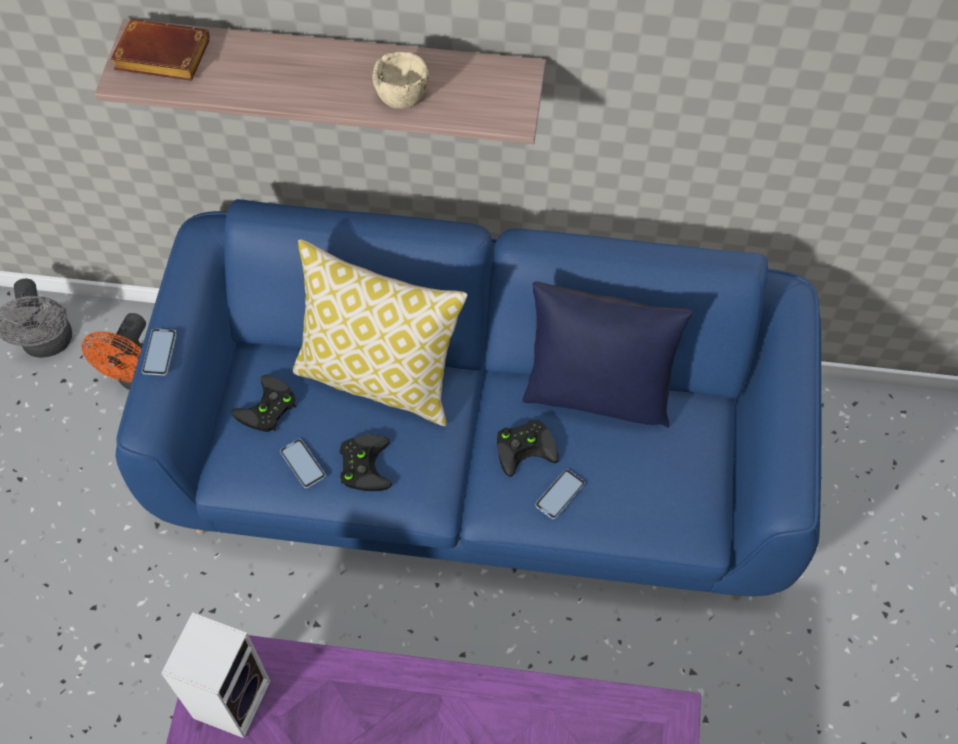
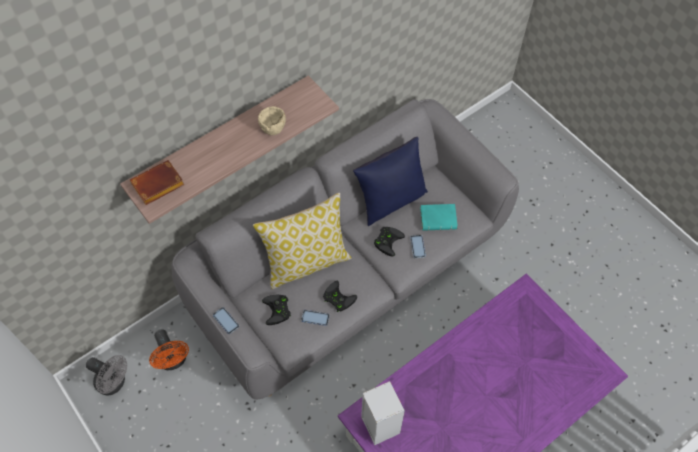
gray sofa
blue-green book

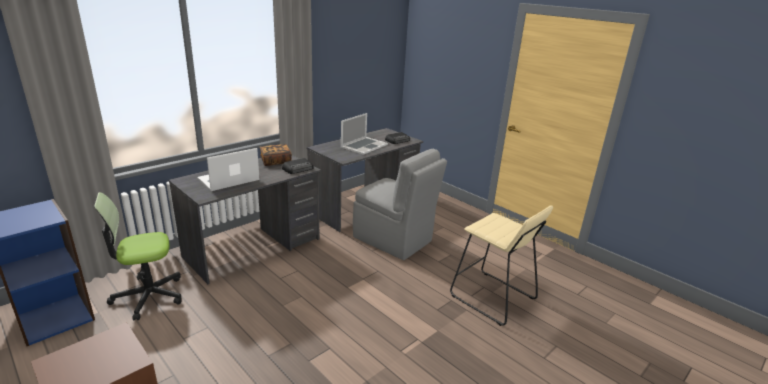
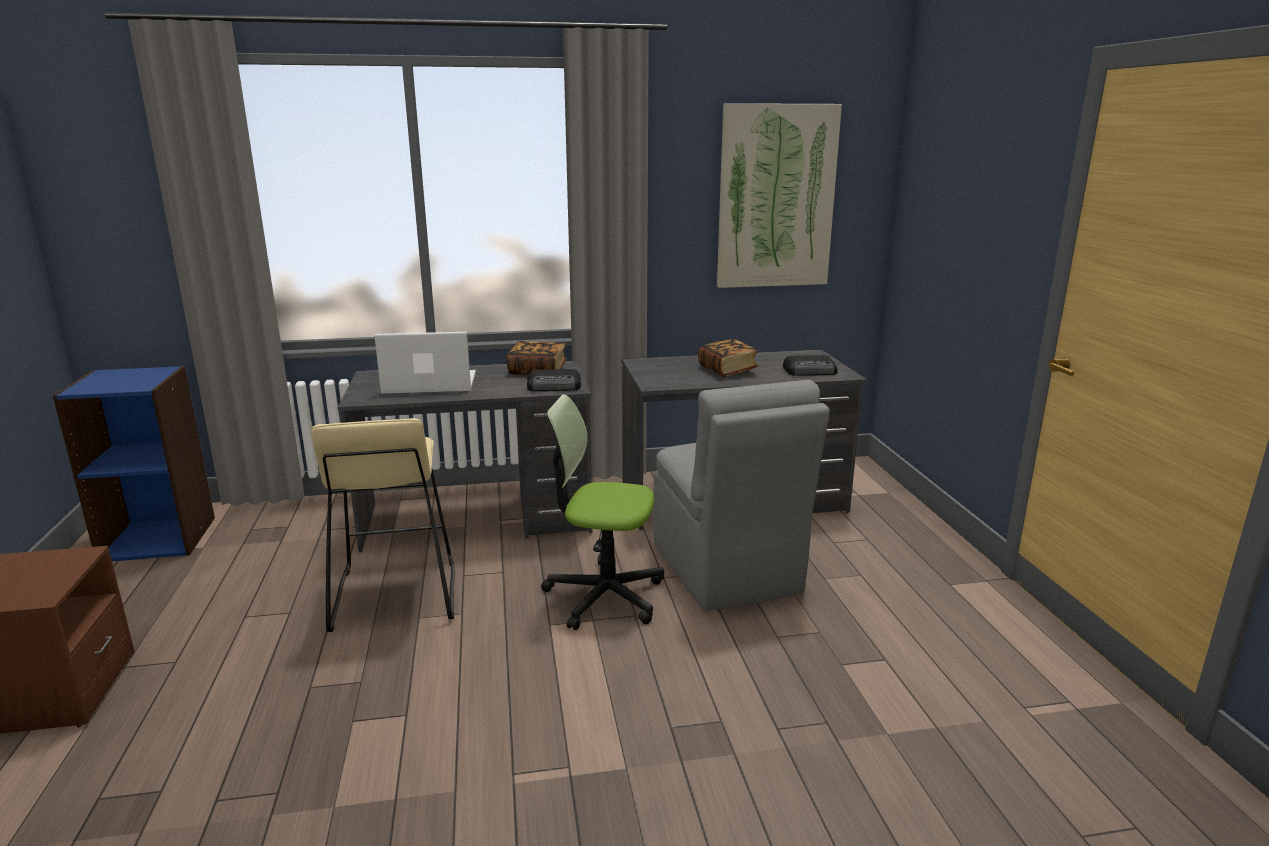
computer chair
book (2nd from left)
sand-coloured stool seat
wall art

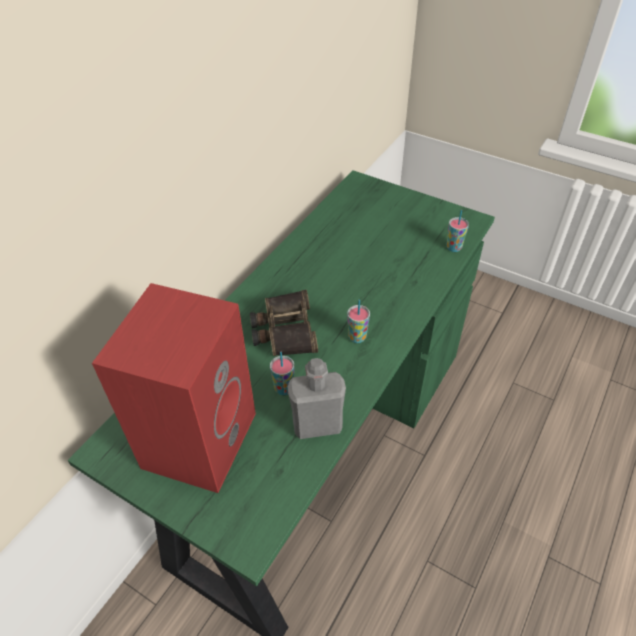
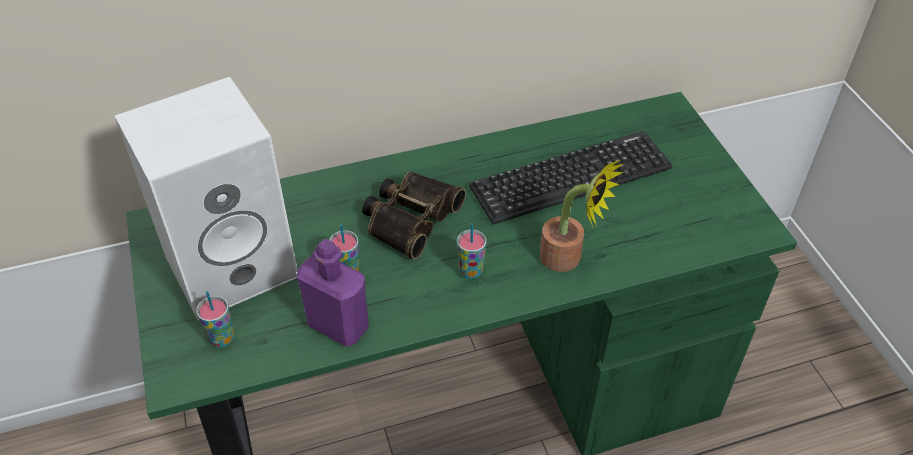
white loudspeaker
purple beverage bottle
cup (1st from left)
PC keyboard
plant in a pot

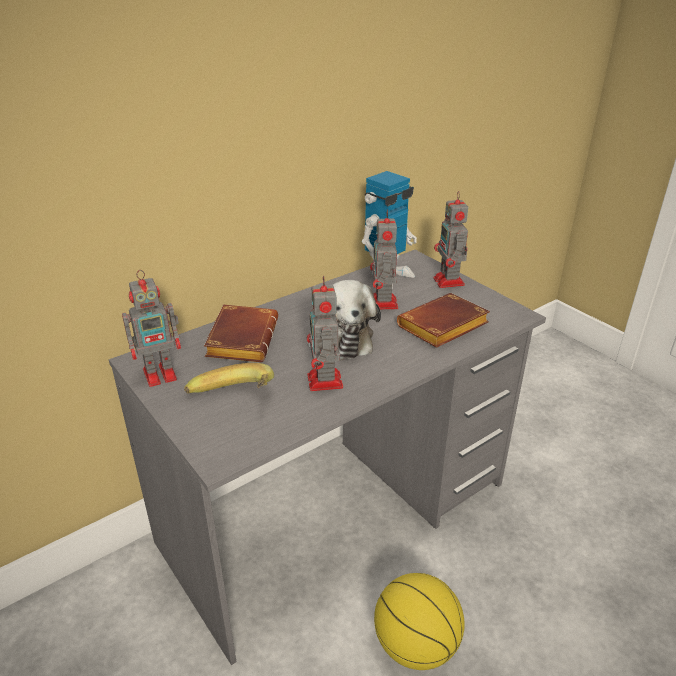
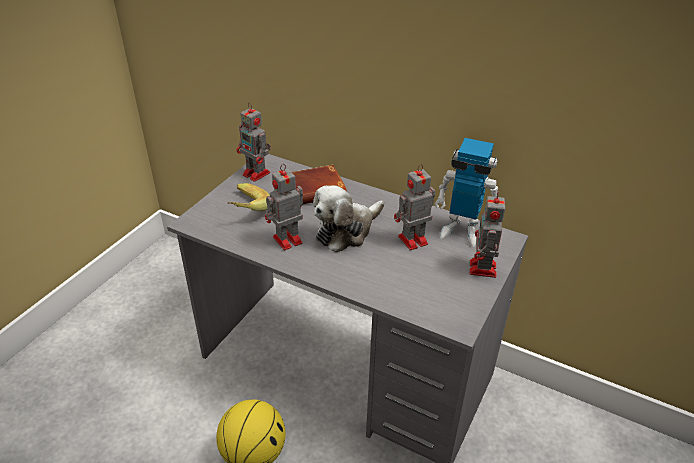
brownish book (2nd from left in the first image)
model robot (5th from left)

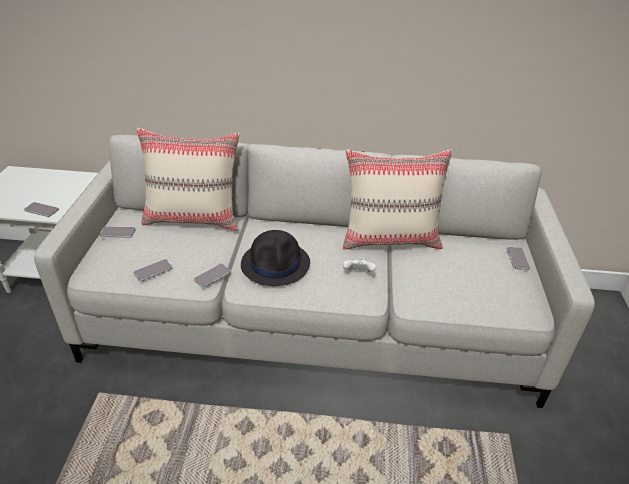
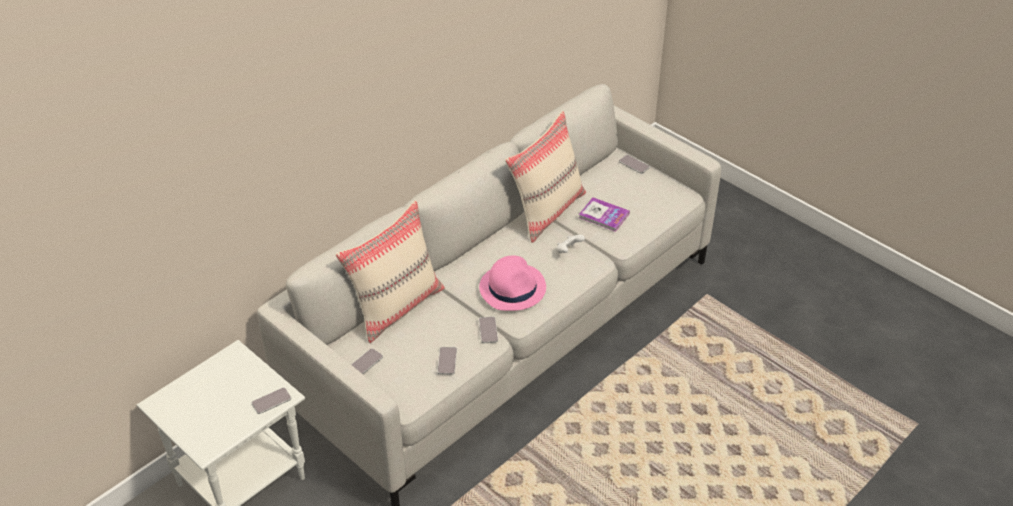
pink wearable hat
book

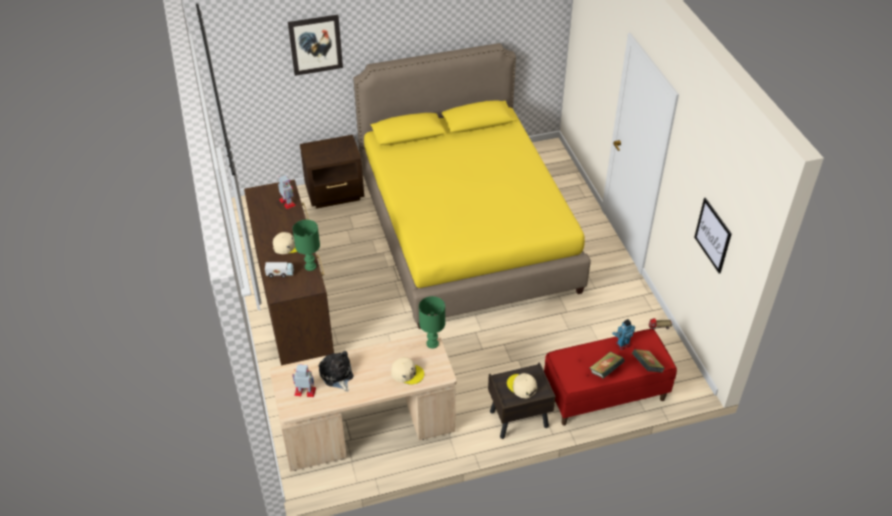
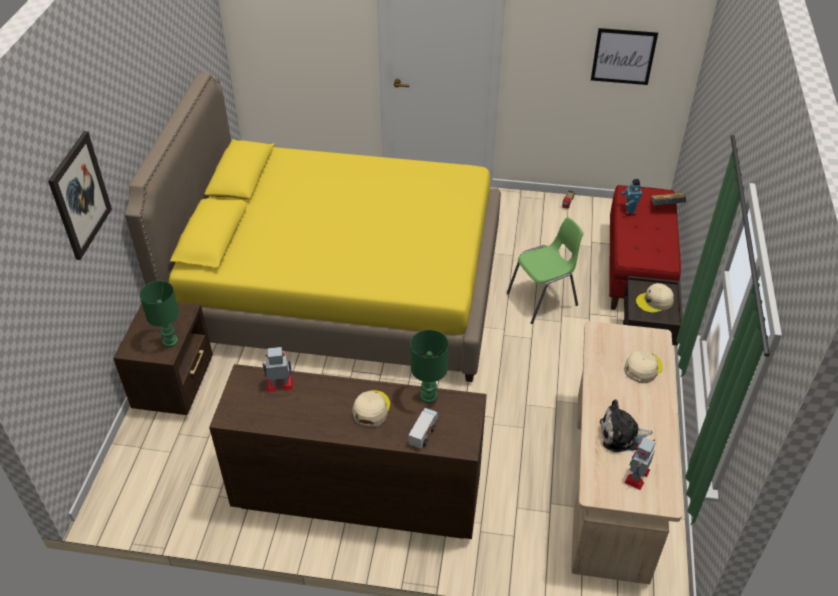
greenish lamp for a table (1st from left)
book (1st from left in the first image)
greenish plain chair

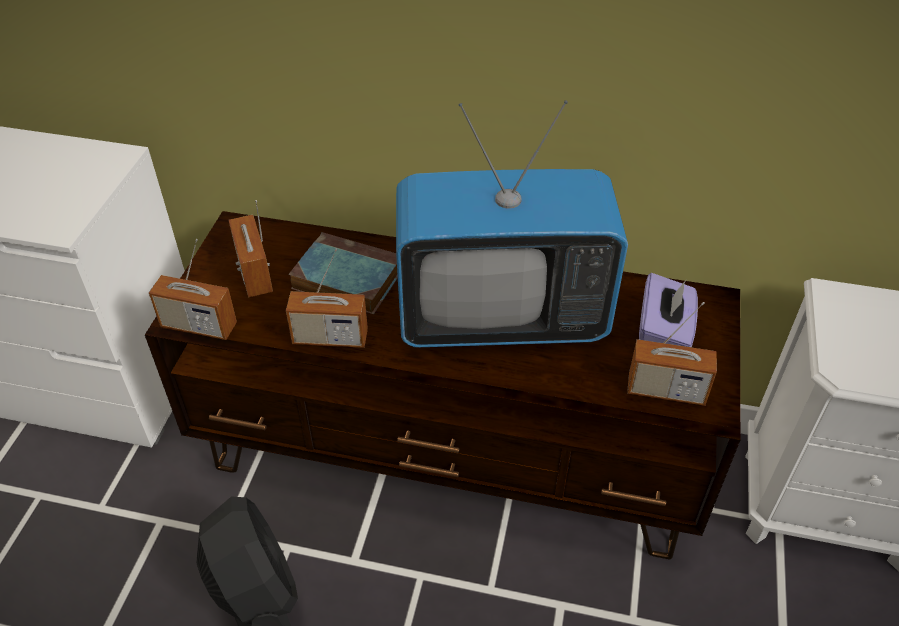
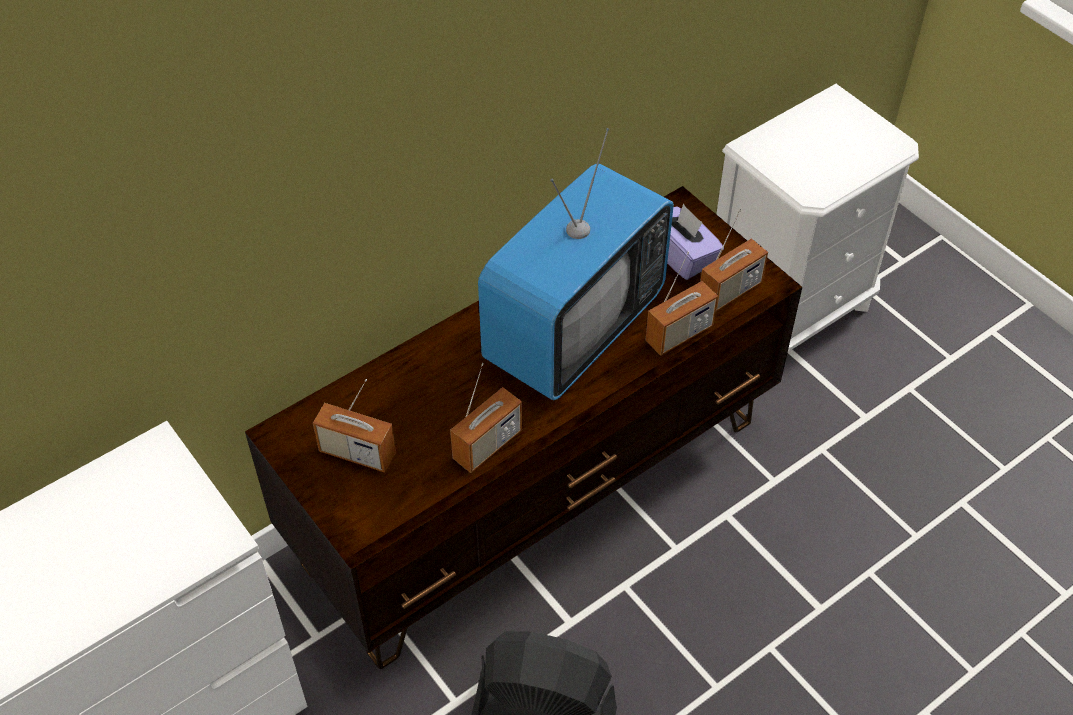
radio receiver (3rd from left)
book

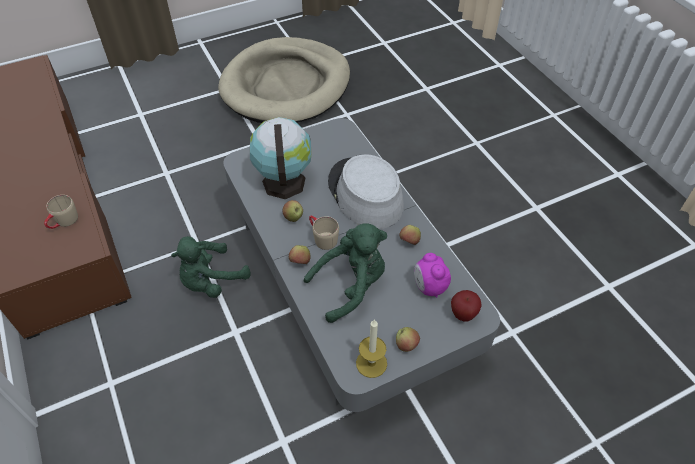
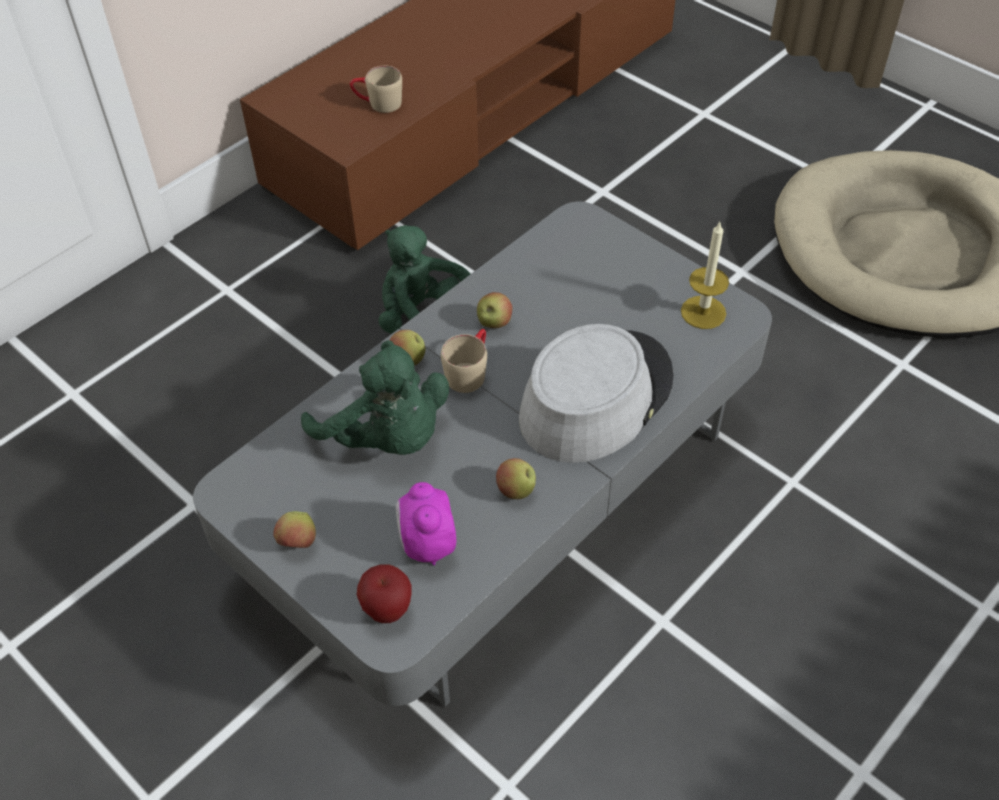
world globe
wax light
bedside clock

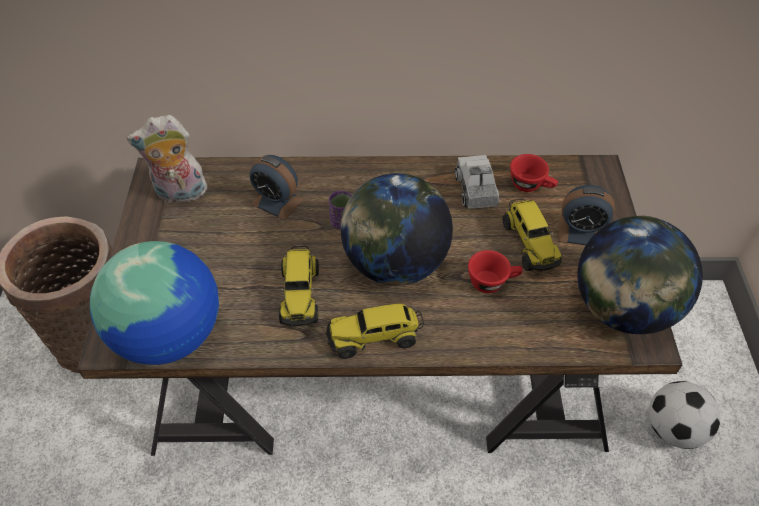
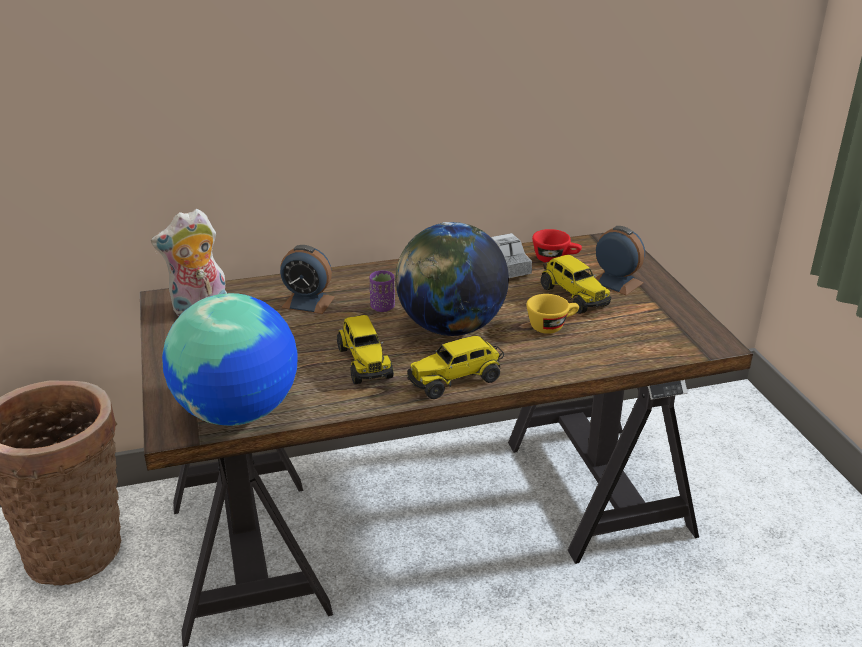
yellow-coloured cup
bedside clock (2nd from left)
world globe (3rd from left in the first image)
ball for football

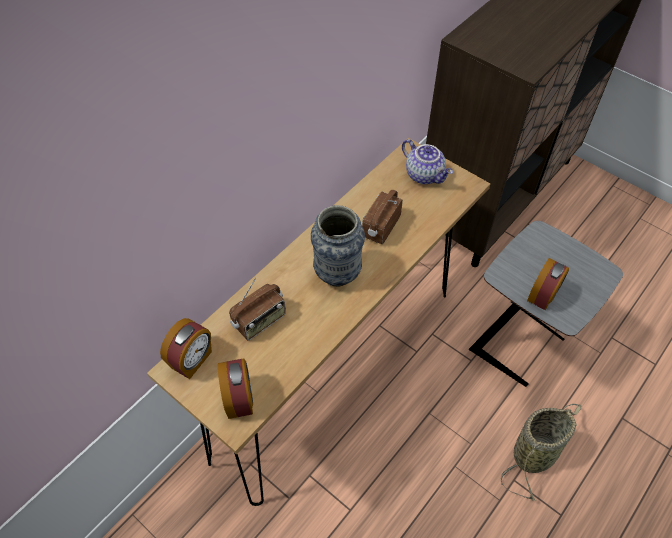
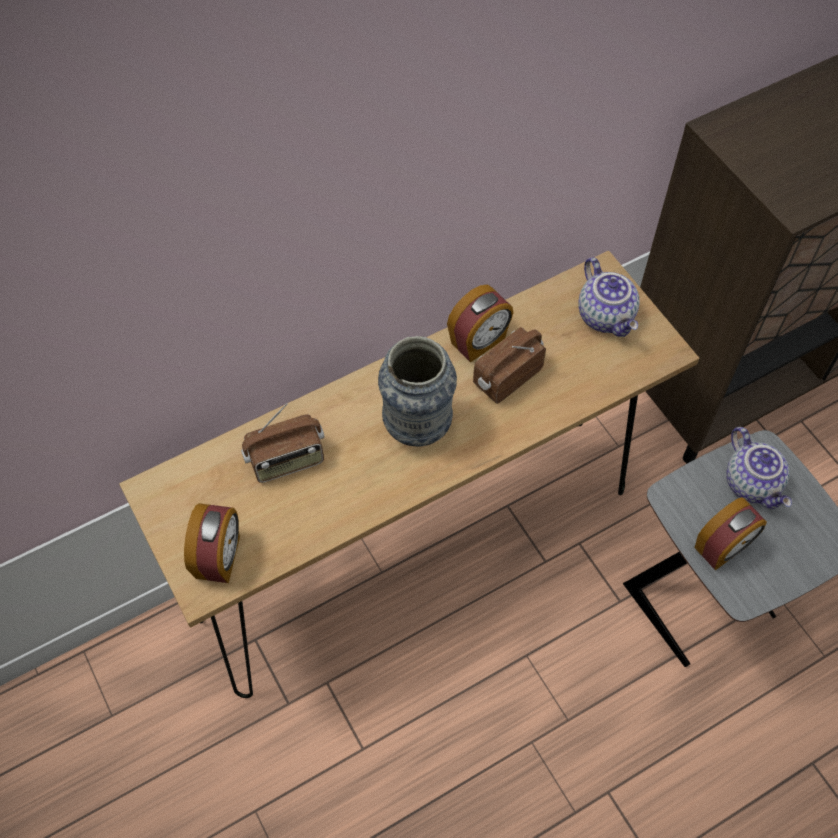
bedside clock (2nd from left)
household basket
teapot (2nd from left)

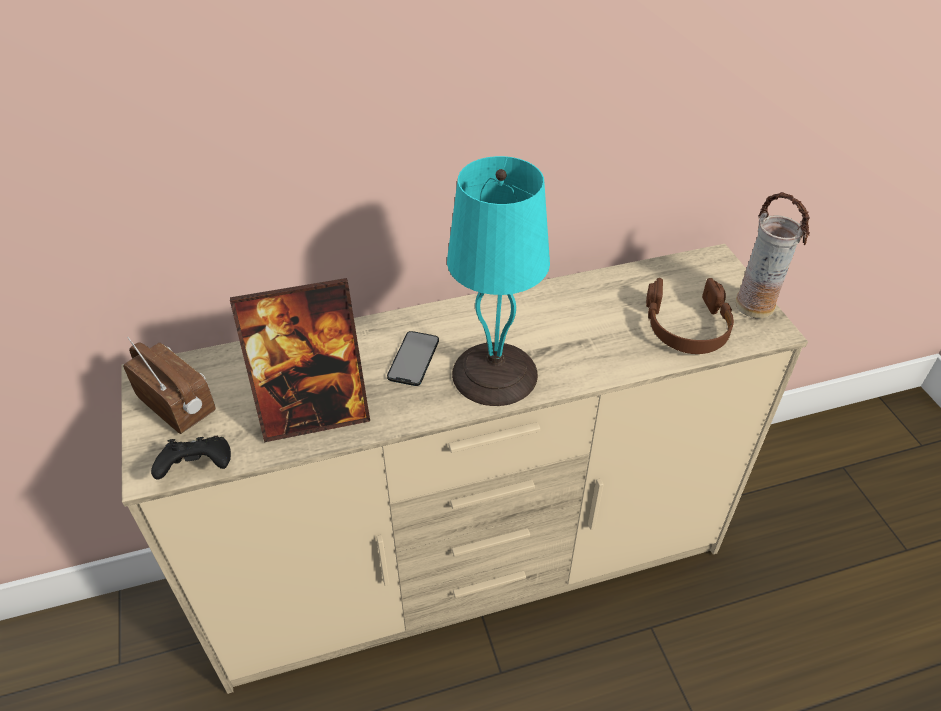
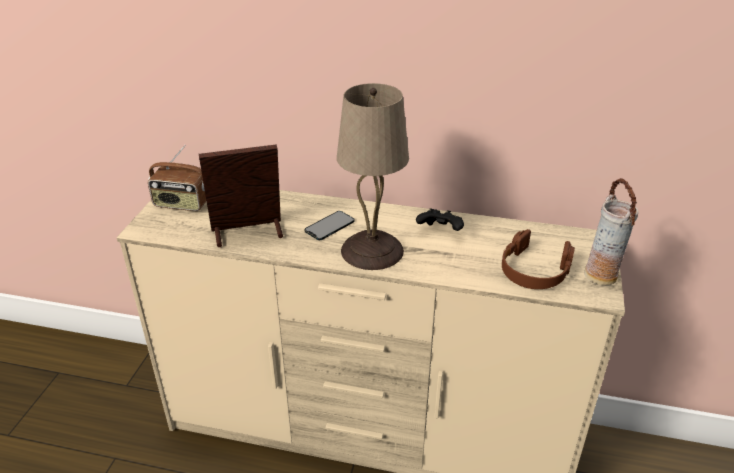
radio receiver
blackish game controller
picture frame
sand-coloured lamp for a table

